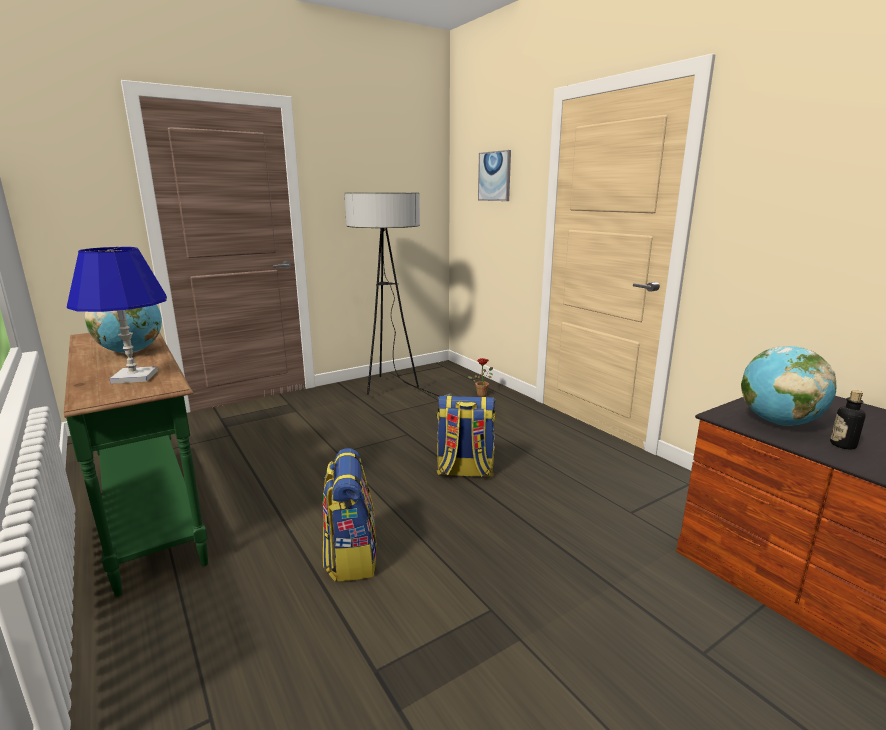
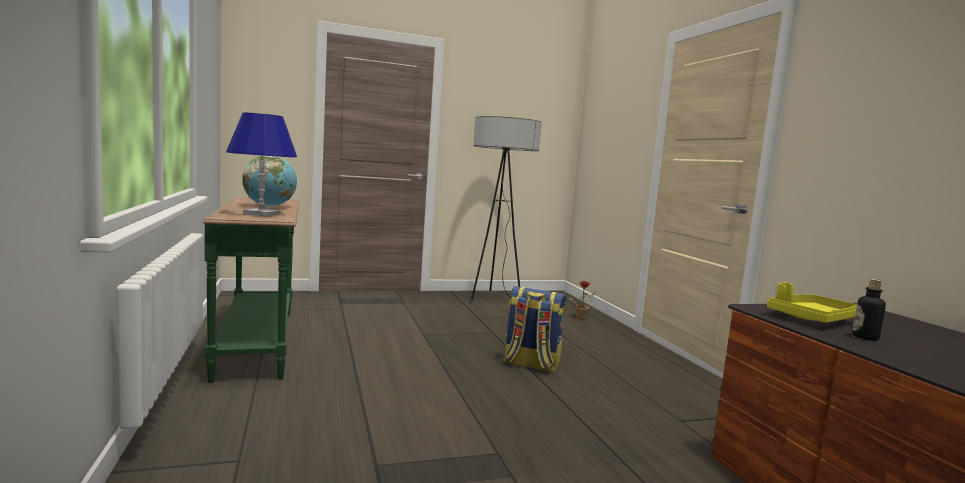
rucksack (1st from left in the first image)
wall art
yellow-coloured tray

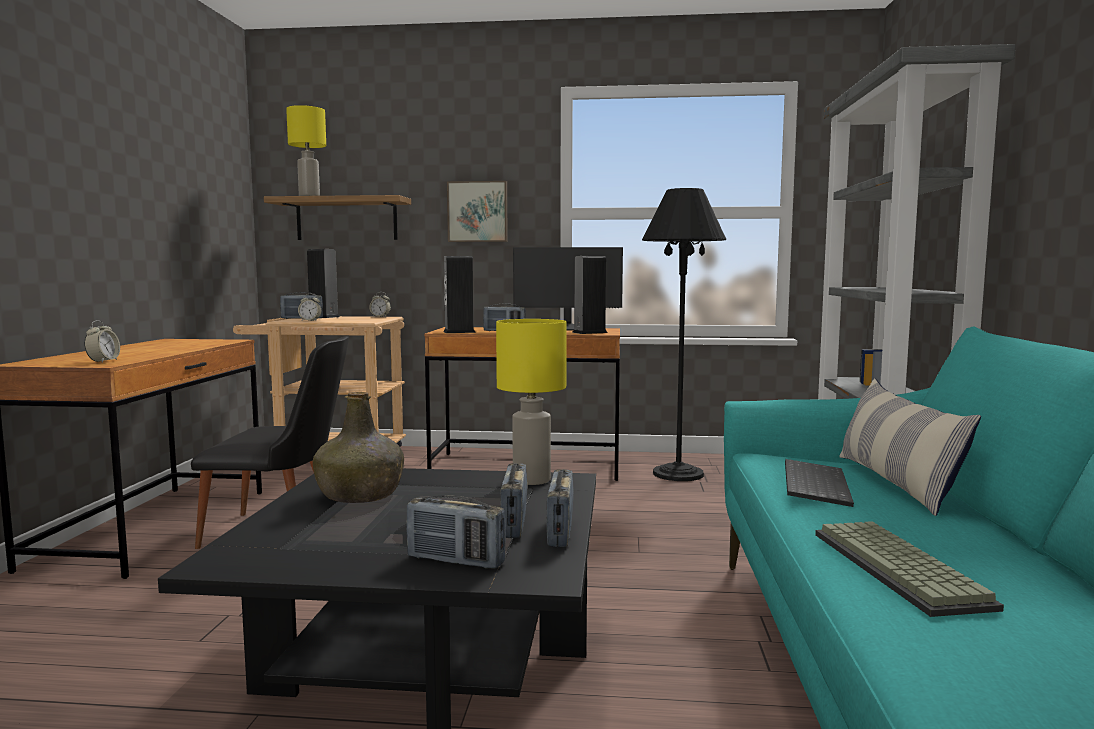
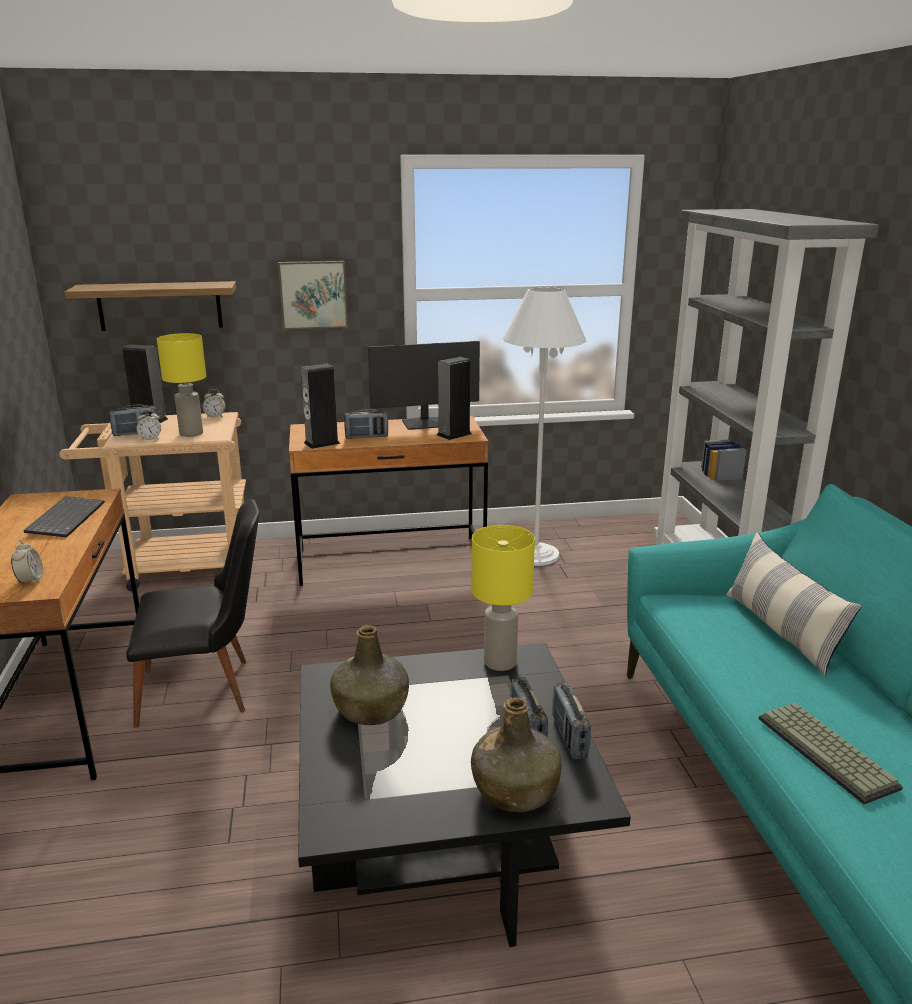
yellow-coloured lamp for a table (1st from left)
greenish beverage bottle (2nd from left)
white standard lamp
PC keyboard (1st from left)

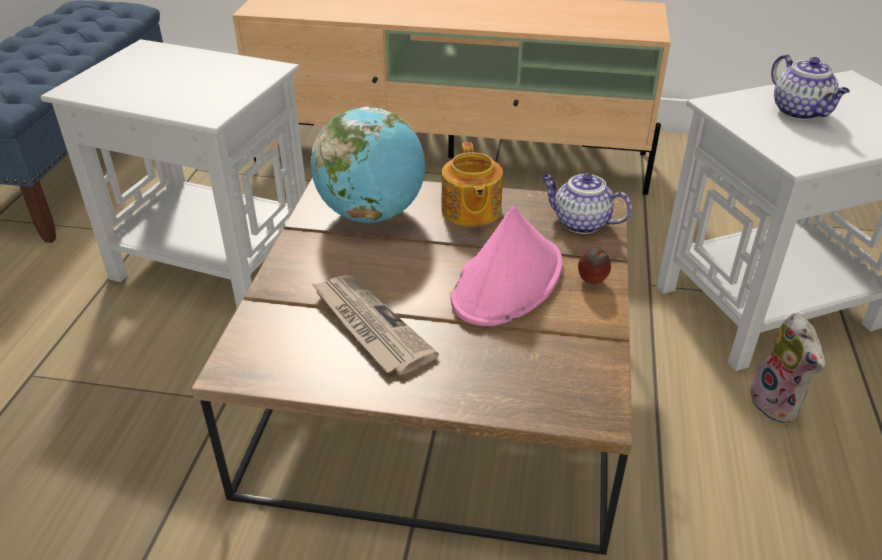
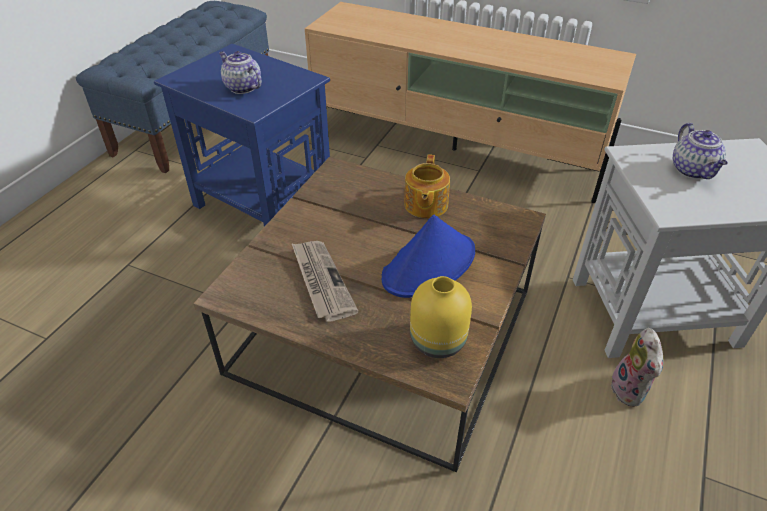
blue side table
world globe
blue wearable hat
teapot (1st from left)
apple fruit
yellow-coloured decorative vase

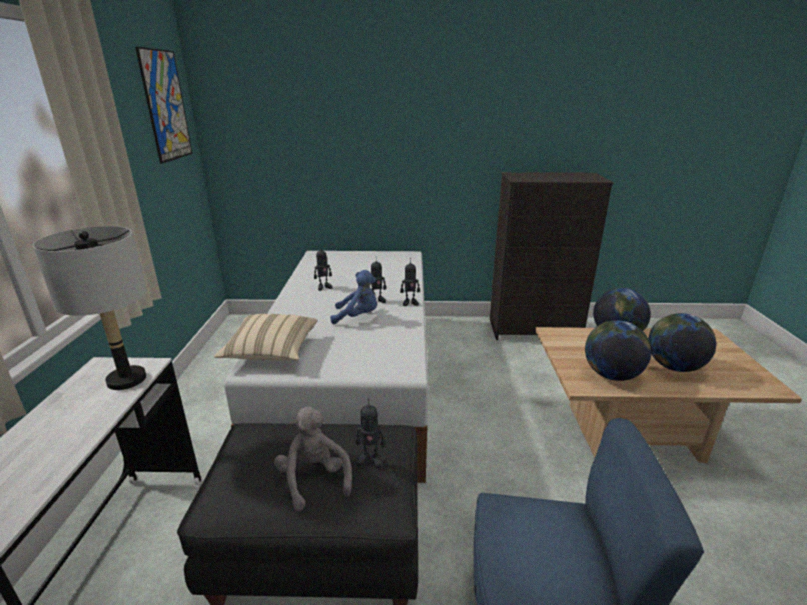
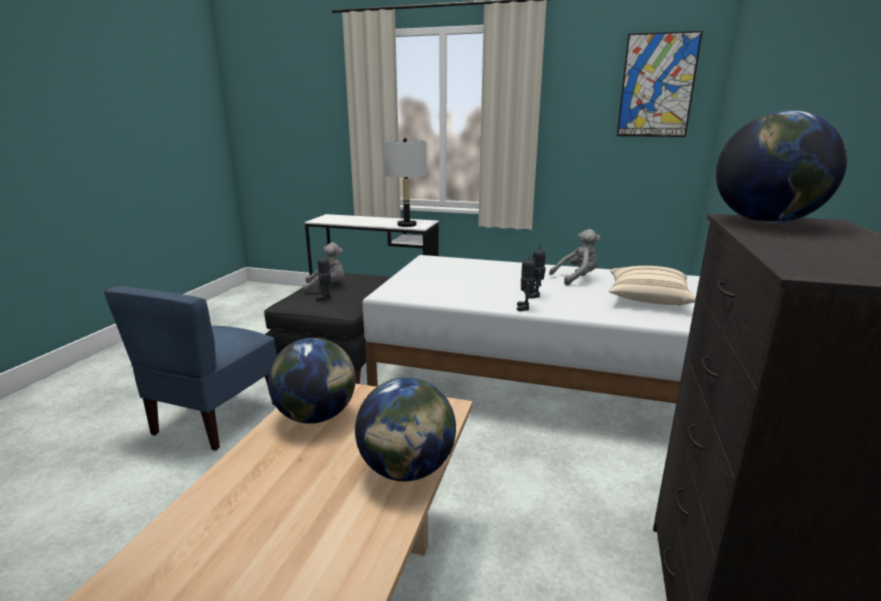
sand-coloured throw pillow
gray cuddly toy (2nd from left)
blue cuddly toy
world globe (3rd from left)

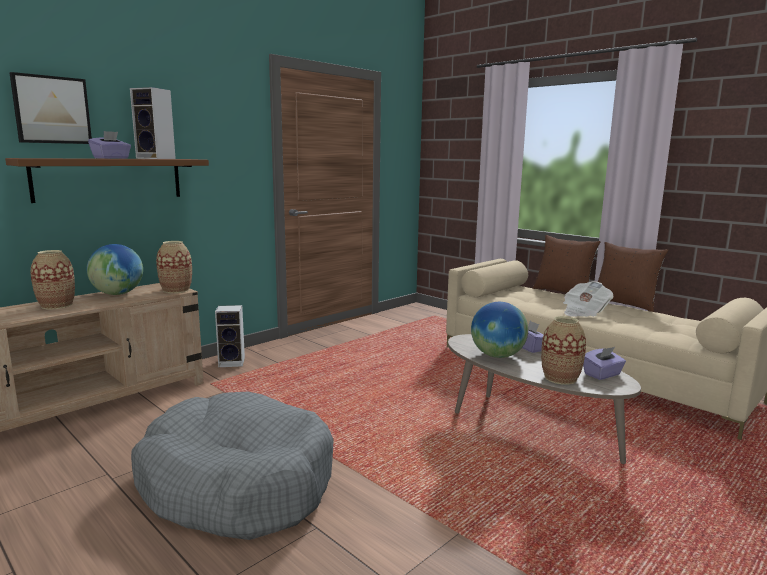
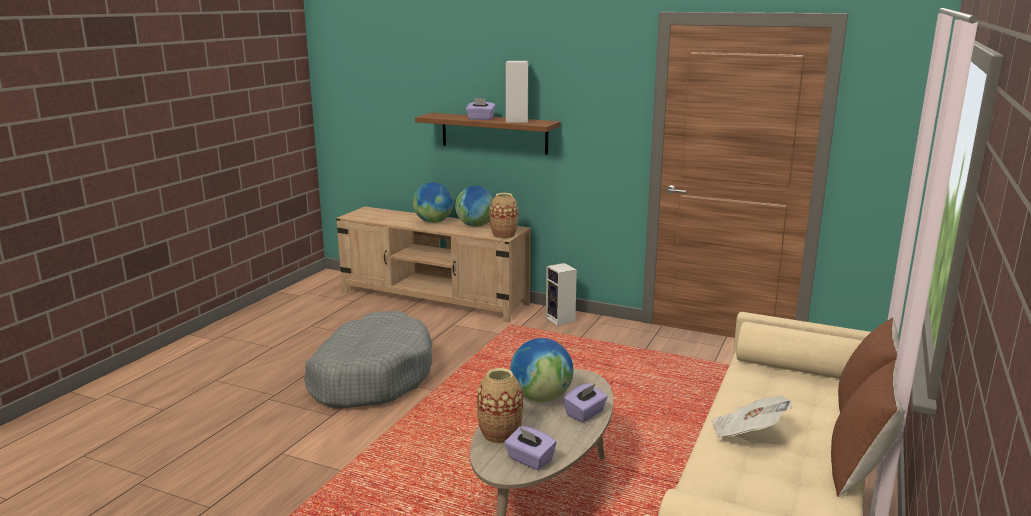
wall art
world globe (1st from left)

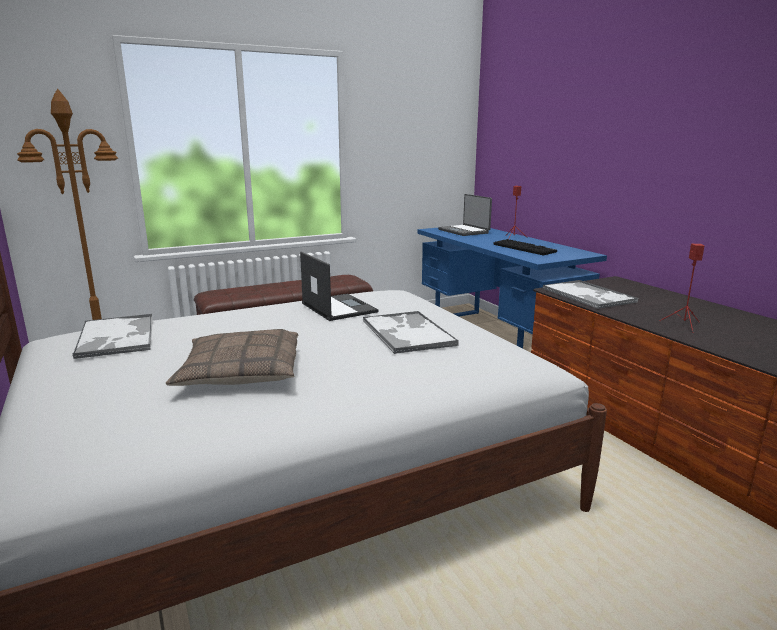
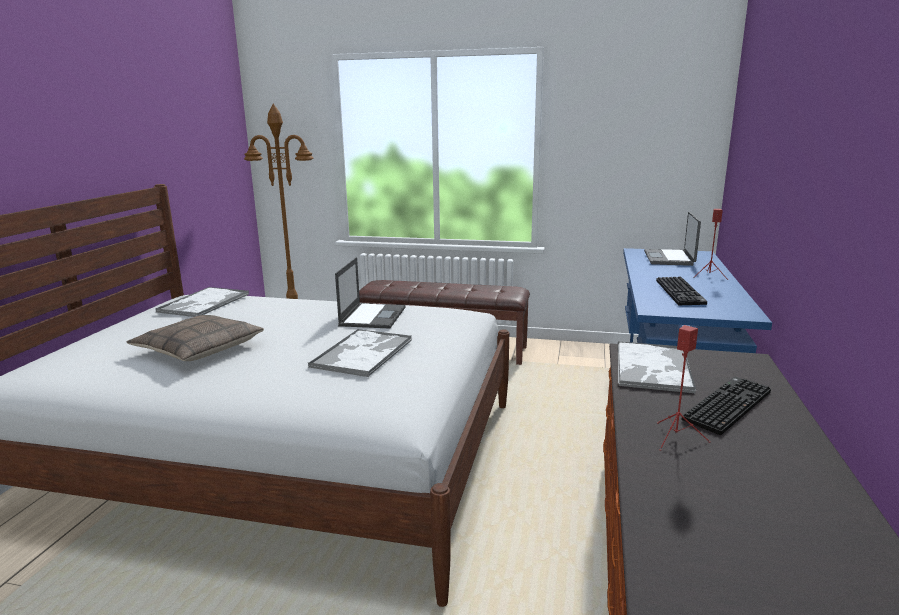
PC keyboard (2nd from left)

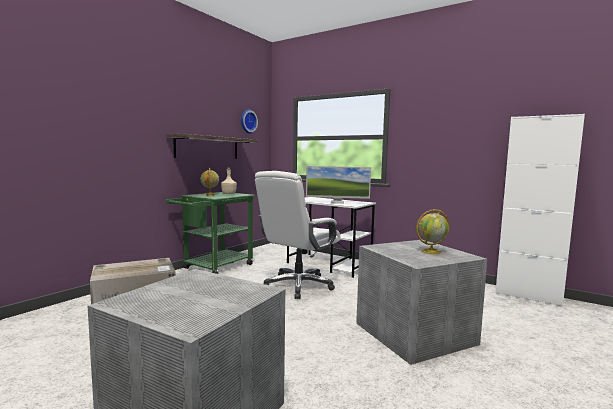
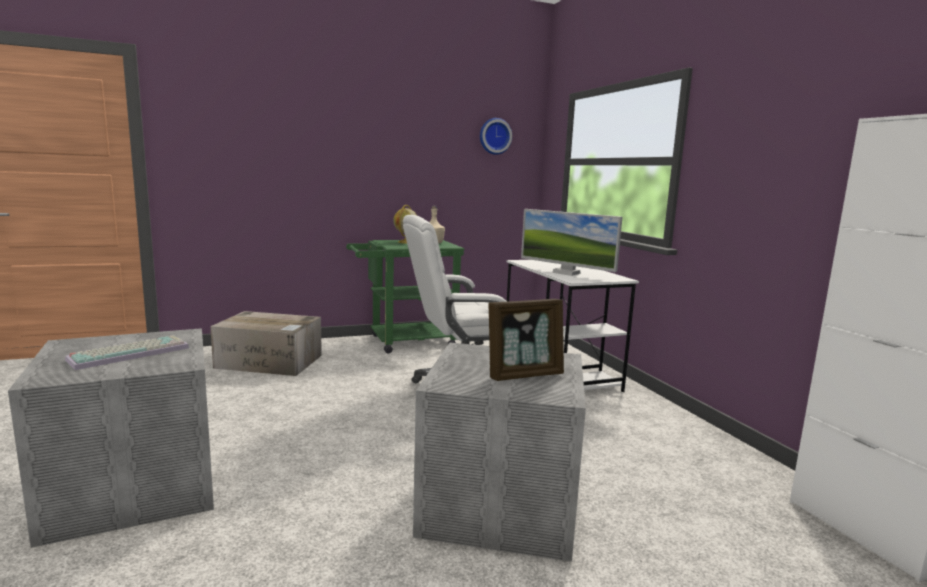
shelf
picture frame
PC keyboard

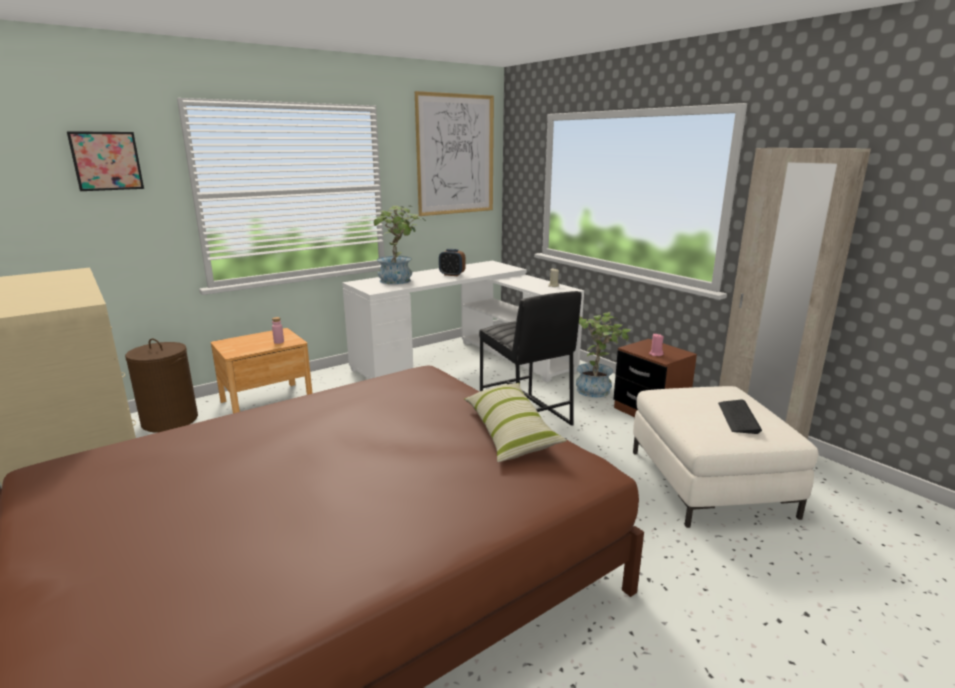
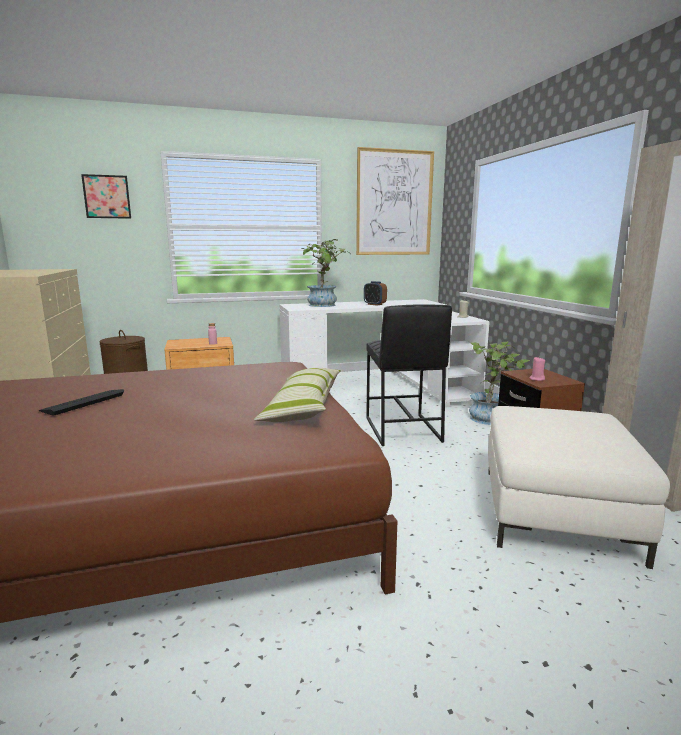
PC keyboard

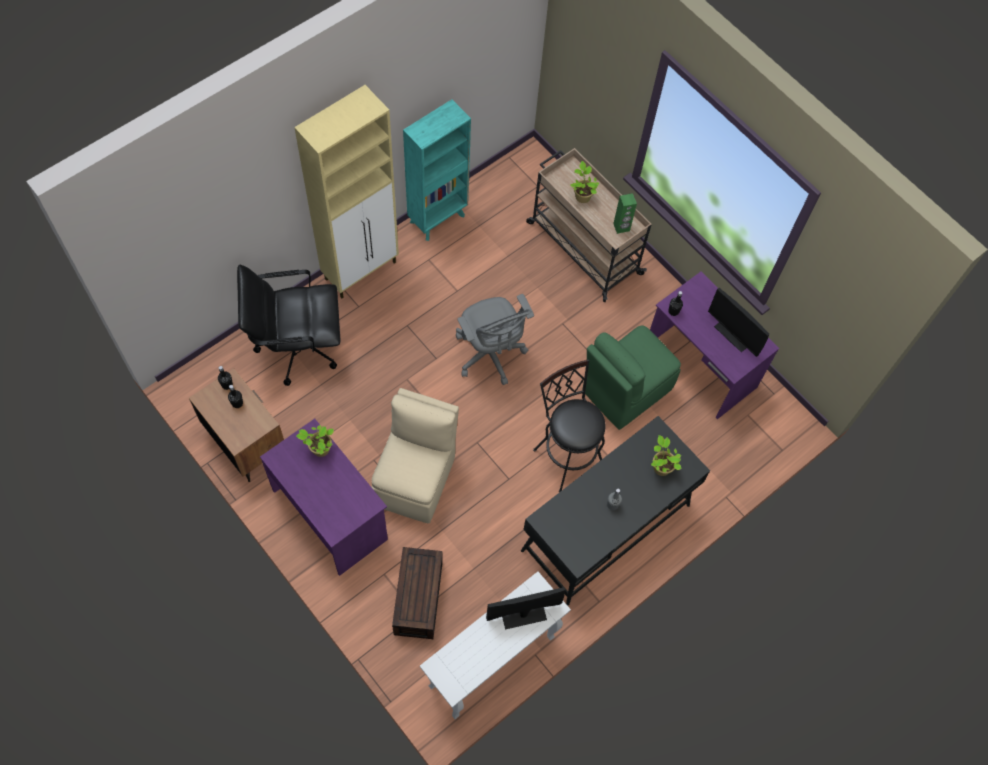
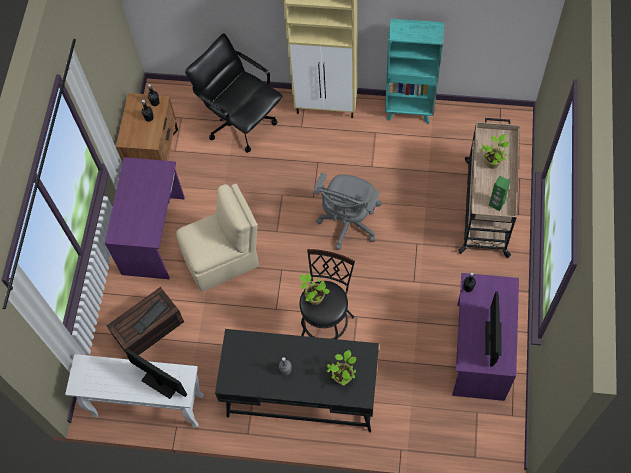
plant in a pot (1st from left)
greenish plain chair
PC keyboard

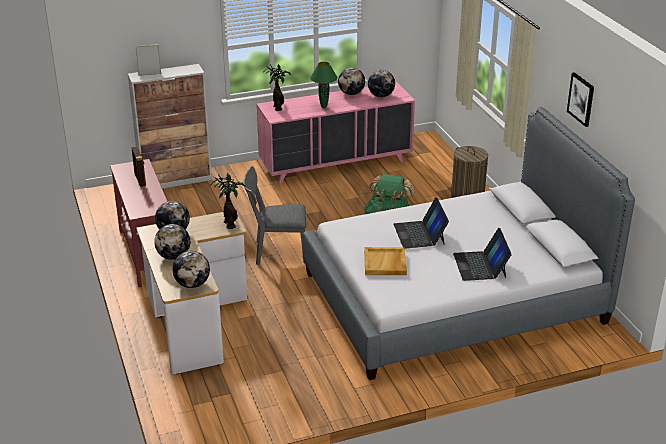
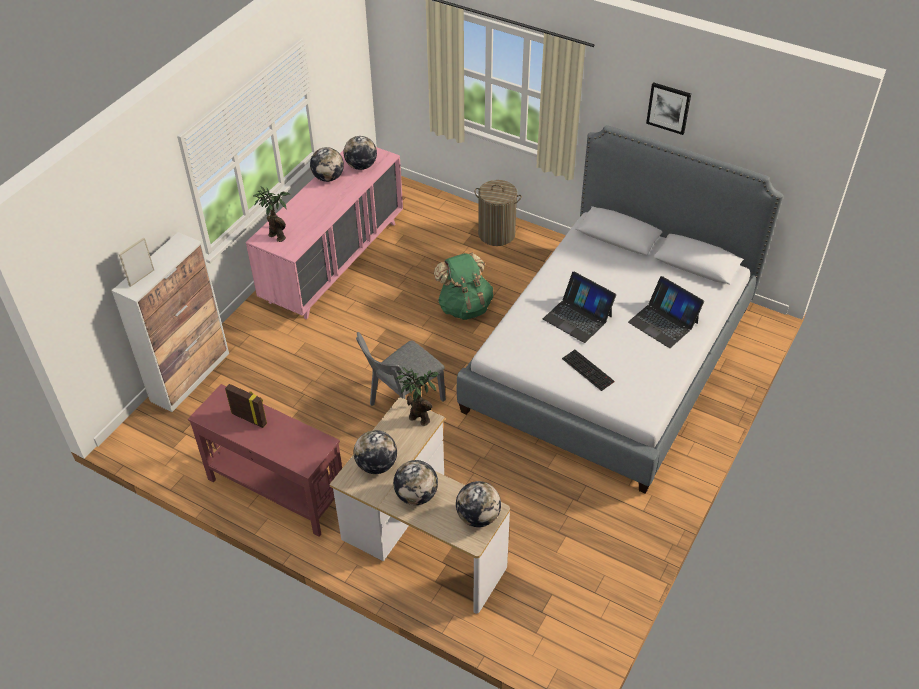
greenish lamp for a table
PC keyboard

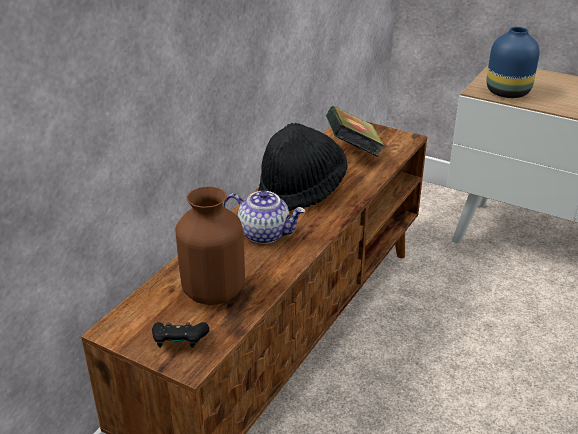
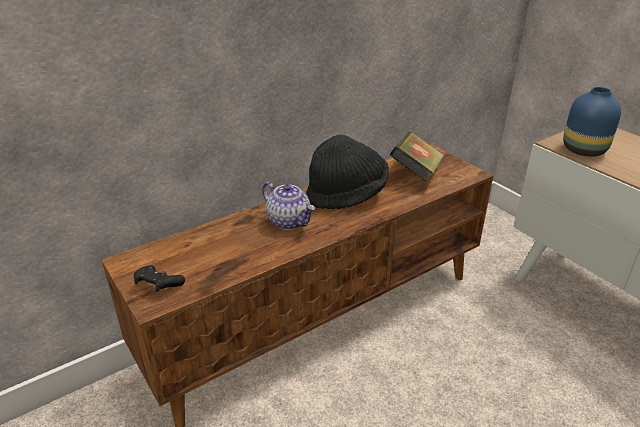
brownish decorative vase

